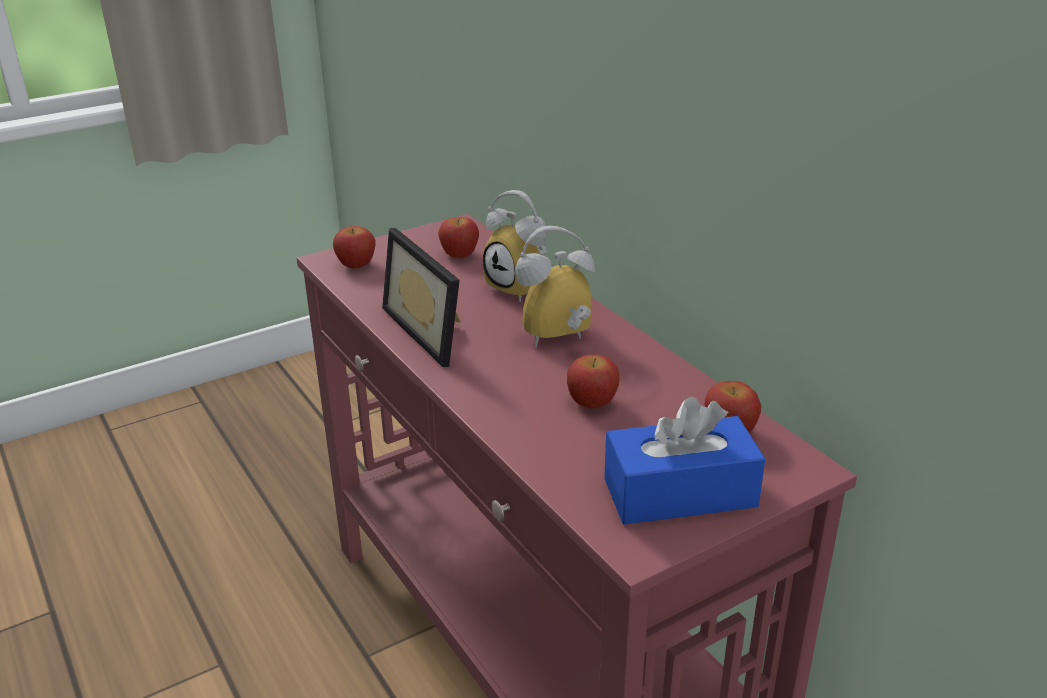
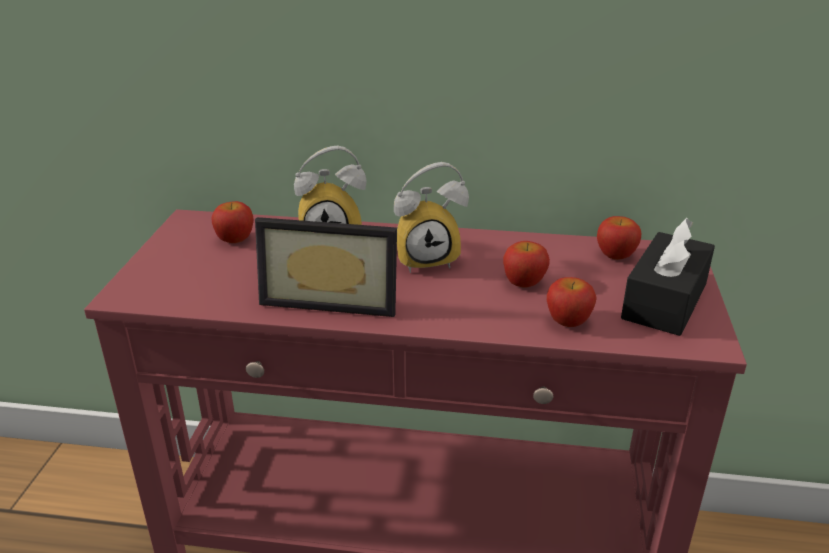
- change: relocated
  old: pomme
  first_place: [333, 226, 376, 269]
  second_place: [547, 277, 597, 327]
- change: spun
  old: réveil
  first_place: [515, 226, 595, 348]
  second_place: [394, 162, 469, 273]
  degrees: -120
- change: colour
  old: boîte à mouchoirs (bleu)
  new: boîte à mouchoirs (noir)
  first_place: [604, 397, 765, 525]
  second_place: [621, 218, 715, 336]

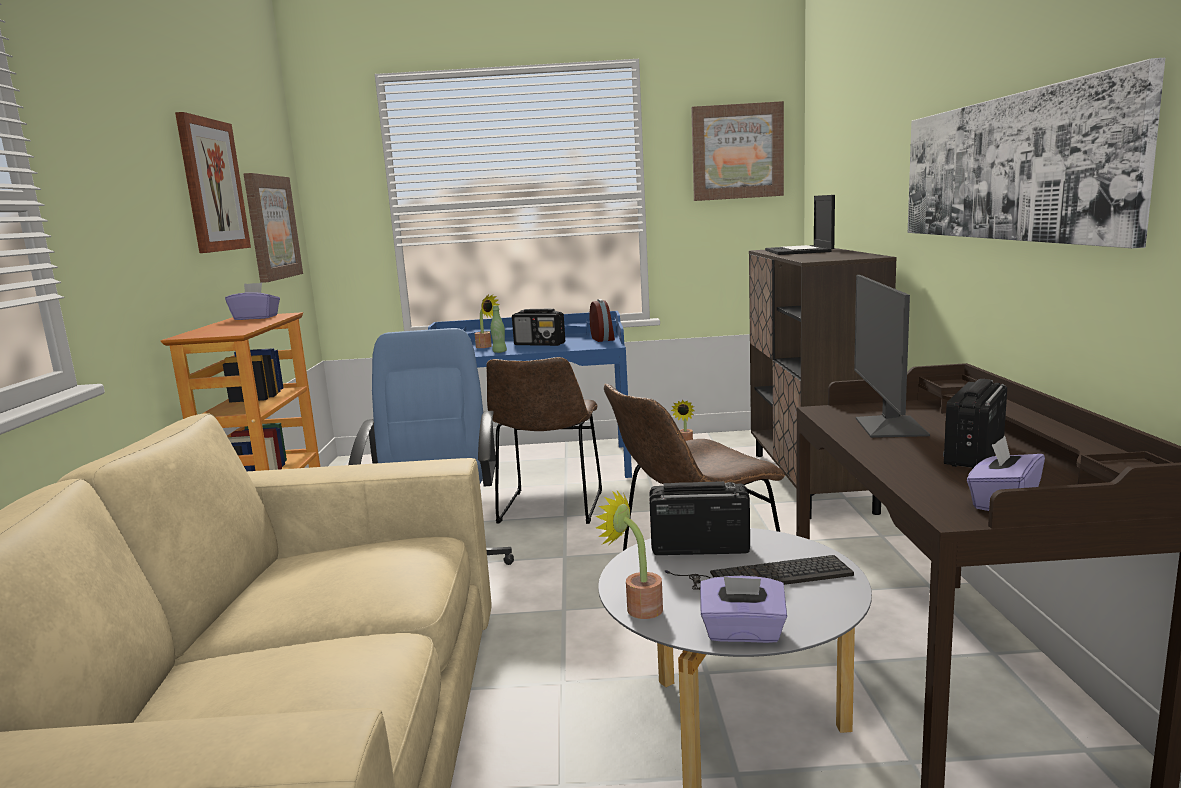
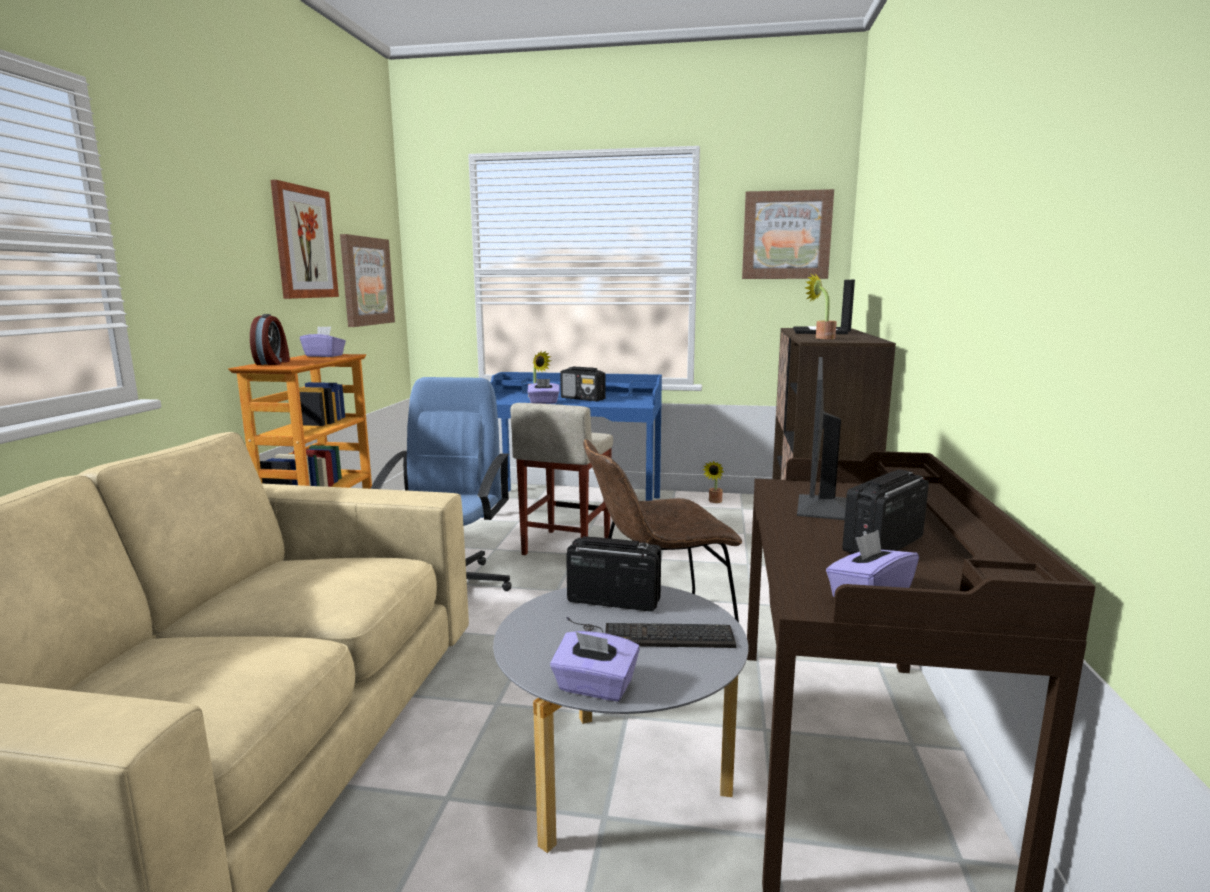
- change: missing
  old: tableau
  first_place: [908, 58, 1165, 248]
- change: relocated
  old: réveil
  first_place: [590, 299, 615, 342]
  second_place: [250, 314, 290, 365]
- change: exchanged
  old: bouteille (vert)
  new: boîte à mouchoirs (violet)
  first_place: [491, 305, 507, 353]
  second_place: [527, 379, 560, 404]
- change: exchanged
  old: chaise (marron)
  new: tabouret (beige)
  first_place: [487, 357, 602, 524]
  second_place: [510, 403, 613, 555]
- change: relocated
  old: plante en pot
  first_place: [595, 491, 663, 619]
  second_place: [805, 274, 837, 339]

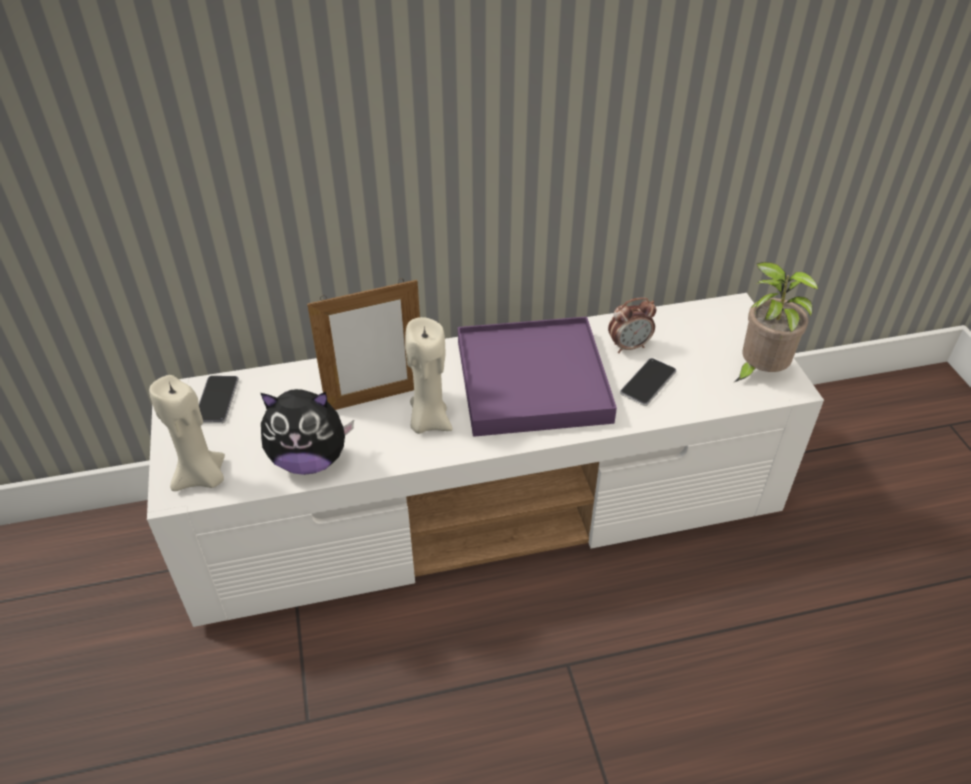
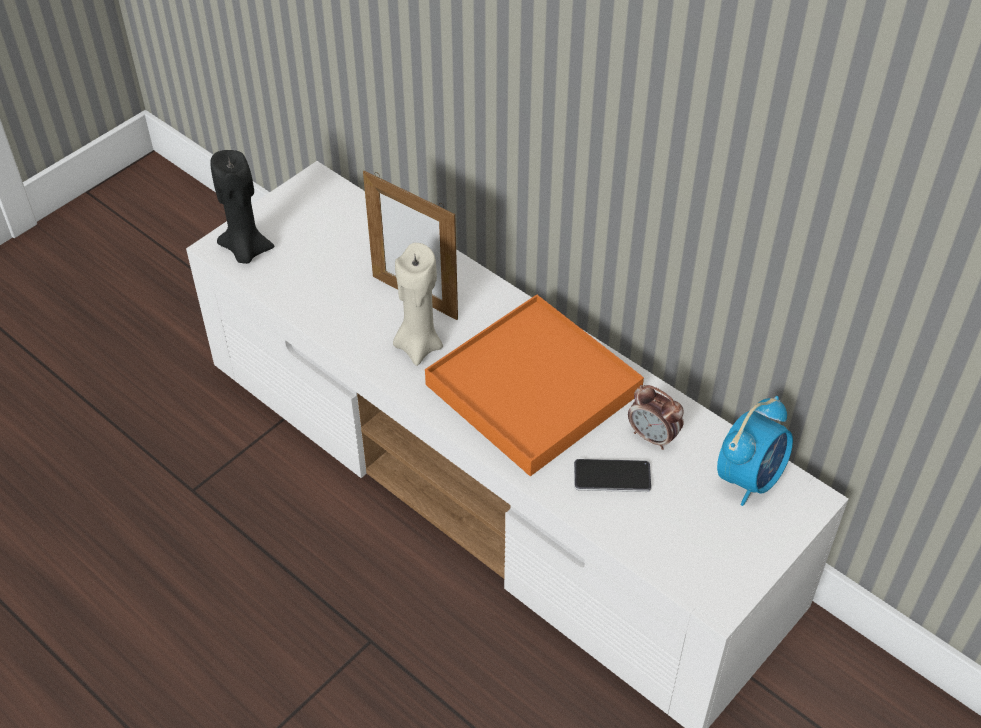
- change: missing
  old: plante en pot
  first_place: [733, 262, 818, 383]
- change: colour
  old: plateau (violet)
  new: plateau (orange)
  first_place: [458, 317, 617, 437]
  second_place: [425, 295, 644, 476]
- change: colour
  old: bougie (beige)
  new: bougie (noir)
  first_place: [149, 375, 225, 491]
  second_place: [210, 150, 275, 264]
- change: missing
  old: téléphone
  first_place: [199, 376, 239, 424]
- change: missing
  old: peluche
  first_place: [261, 389, 354, 475]
- change: appeared
  new: réveil
  second_place: [717, 396, 793, 506]

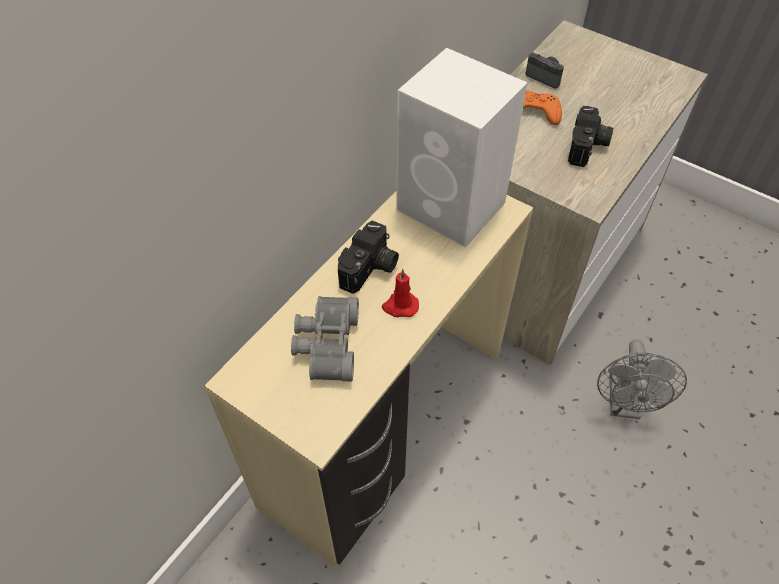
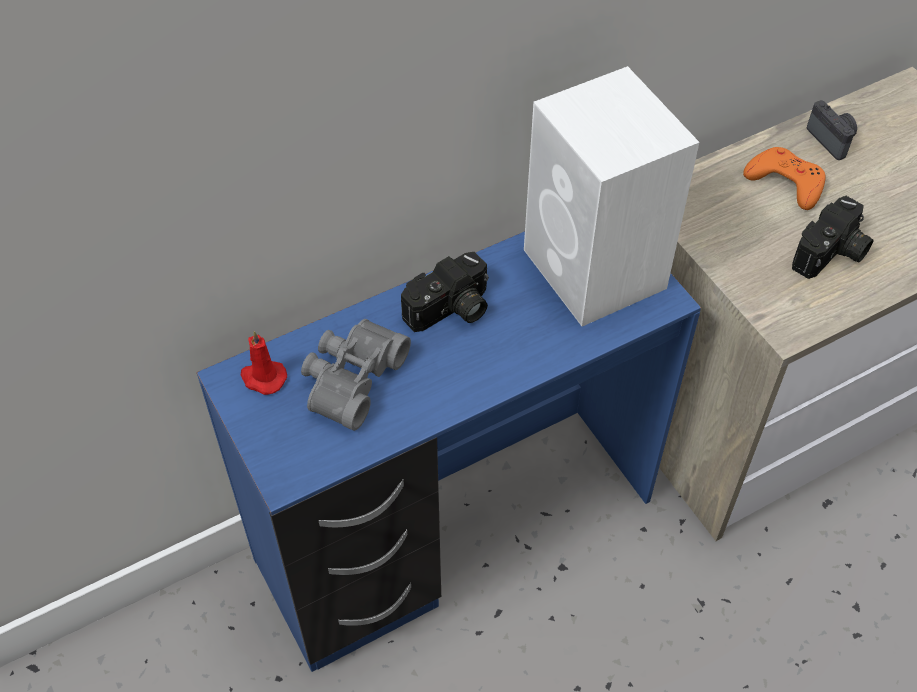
- change: colour
  old: bureau (beige)
  new: bureau (bleu)
  first_place: [204, 190, 533, 569]
  second_place: [197, 231, 701, 672]
- change: relocated
  old: bougie (rouge)
  first_place: [382, 269, 419, 317]
  second_place: [241, 331, 287, 395]
- change: missing
  old: ventilateur (gris)
  first_place: [597, 340, 687, 419]

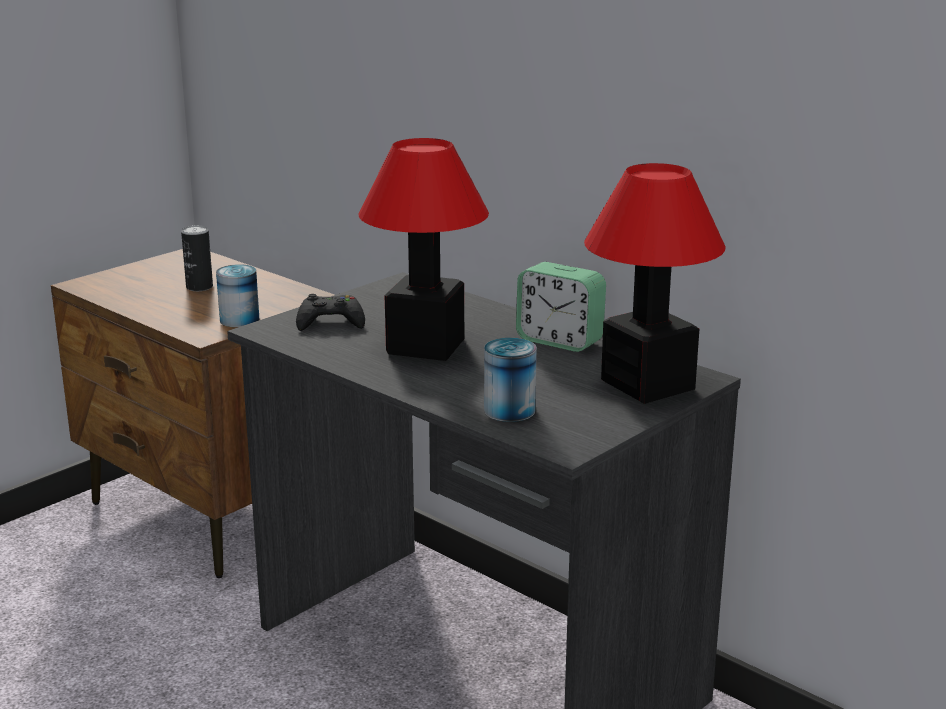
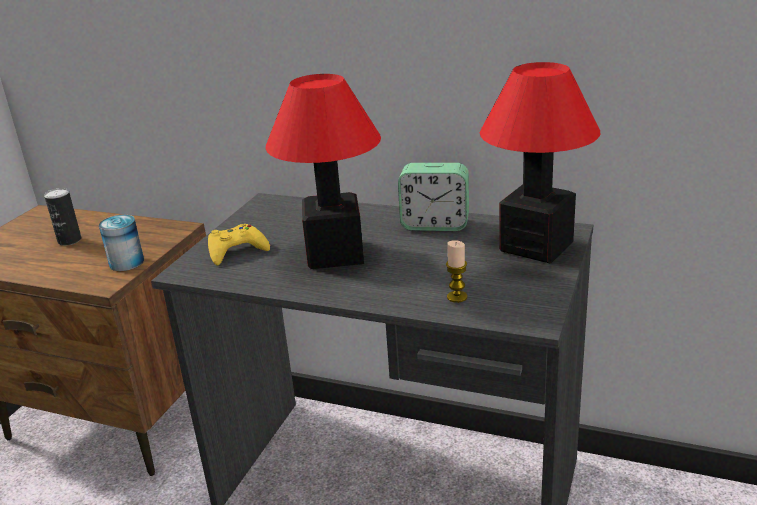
- change: colour
  old: manette (noir)
  new: manette (jaune)
  first_place: [296, 294, 365, 331]
  second_place: [208, 224, 270, 266]
- change: exchanged
  old: boîte métallique
  new: bougie
  first_place: [484, 338, 537, 422]
  second_place: [446, 240, 468, 303]

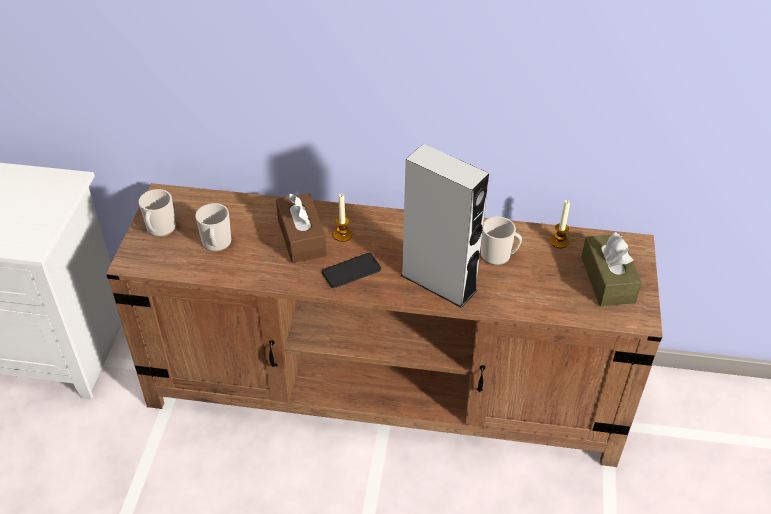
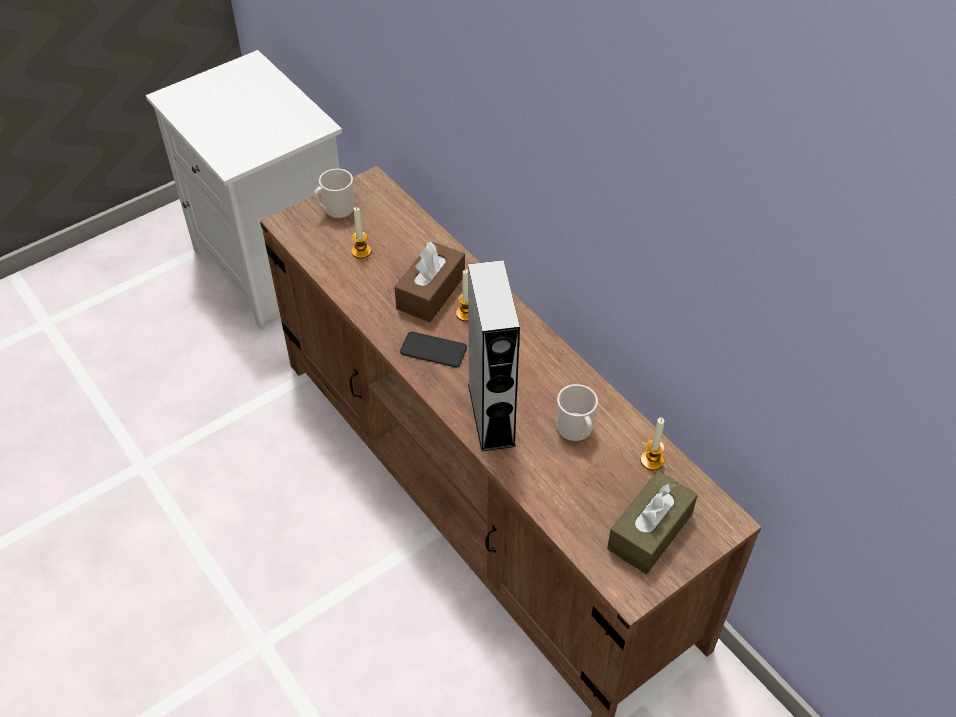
- change: exchanged
  old: mug
  new: bougie
  first_place: [195, 203, 231, 252]
  second_place: [351, 207, 371, 259]

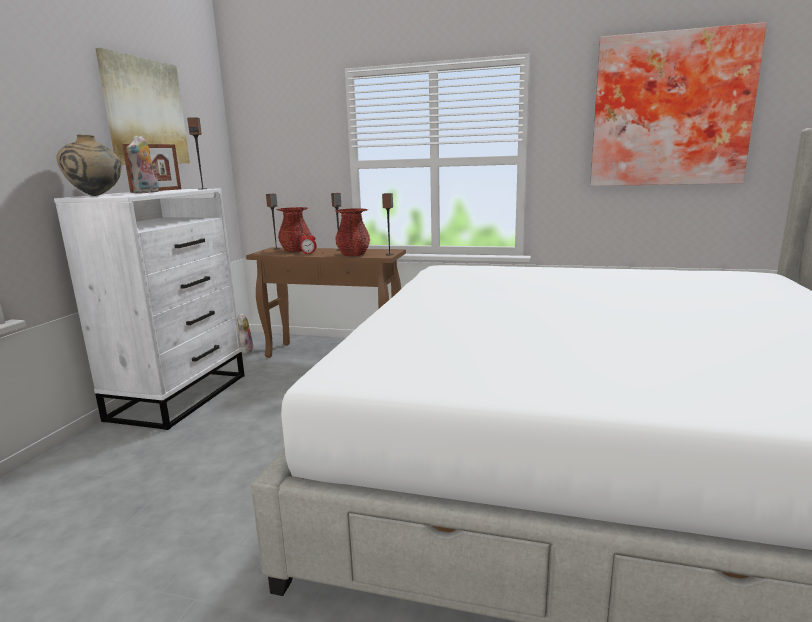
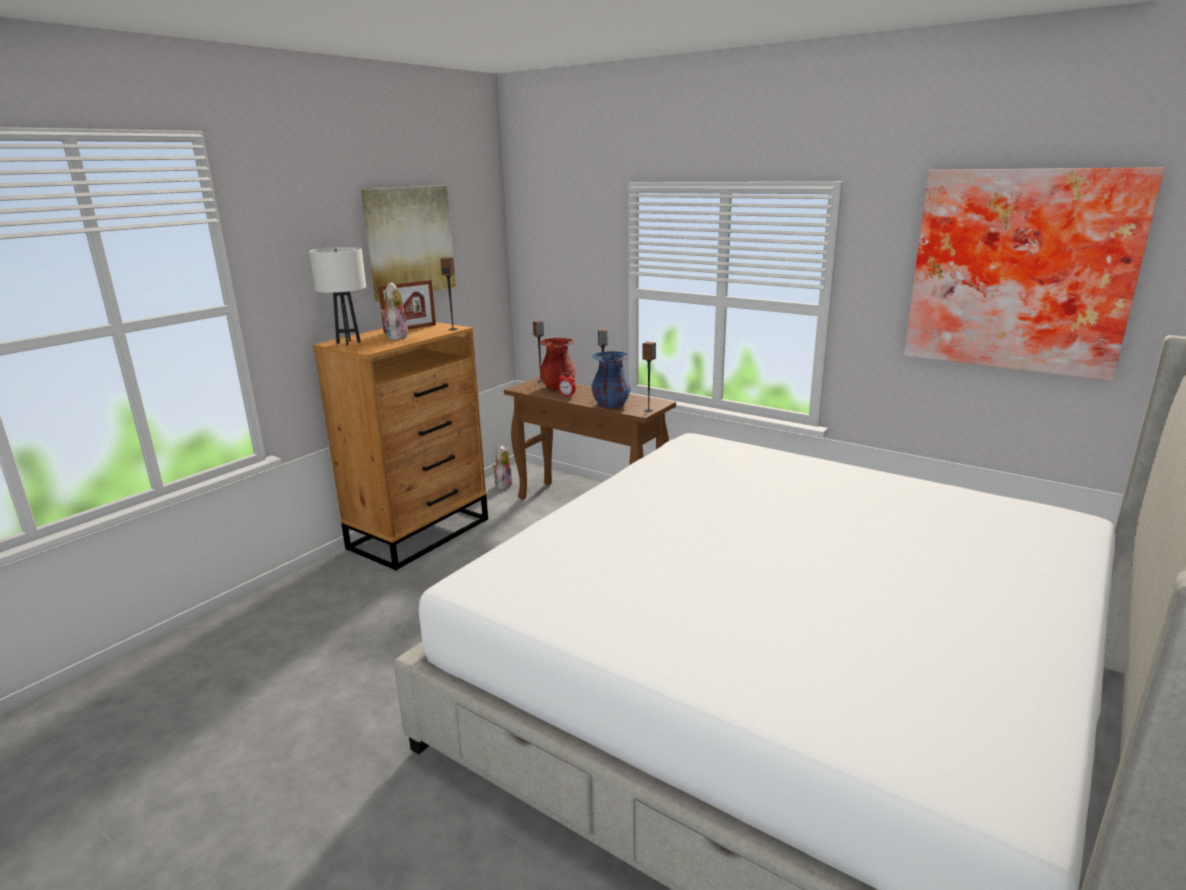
- change: exchanged
  old: vase (beige)
  new: lampe de table (blanc)
  first_place: [56, 134, 121, 196]
  second_place: [309, 247, 366, 345]
- change: spun
  old: peluche
  first_place: [126, 135, 159, 193]
  second_place: [380, 282, 409, 340]
  degrees: 150
- change: colour
  old: commode (blanc)
  new: commode (marron)
  first_place: [54, 188, 245, 430]
  second_place: [313, 322, 488, 570]
- change: colour
  old: vase (rouge)
  new: vase (bleu)
  first_place: [335, 208, 370, 256]
  second_place: [591, 351, 631, 408]

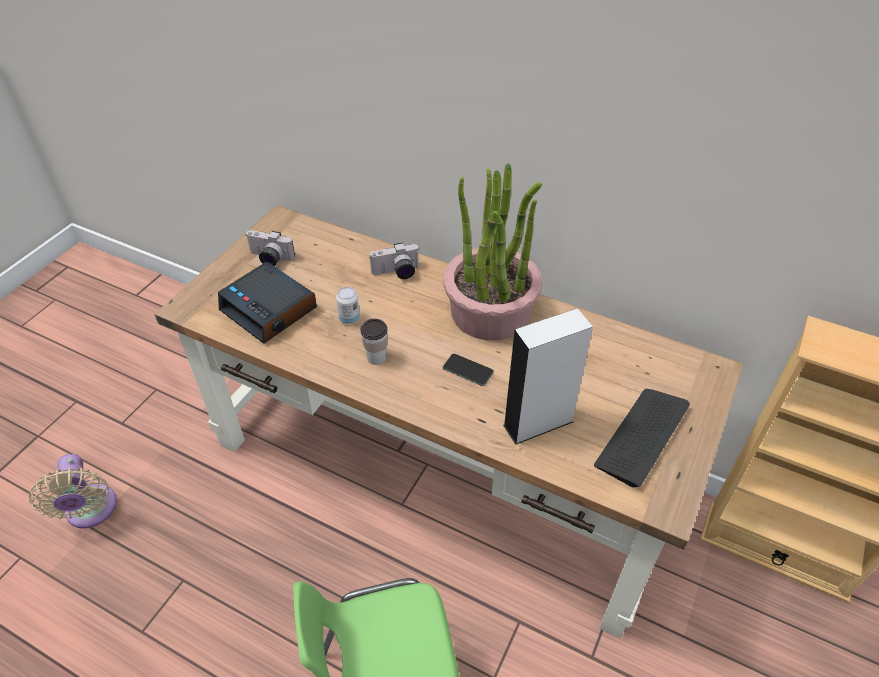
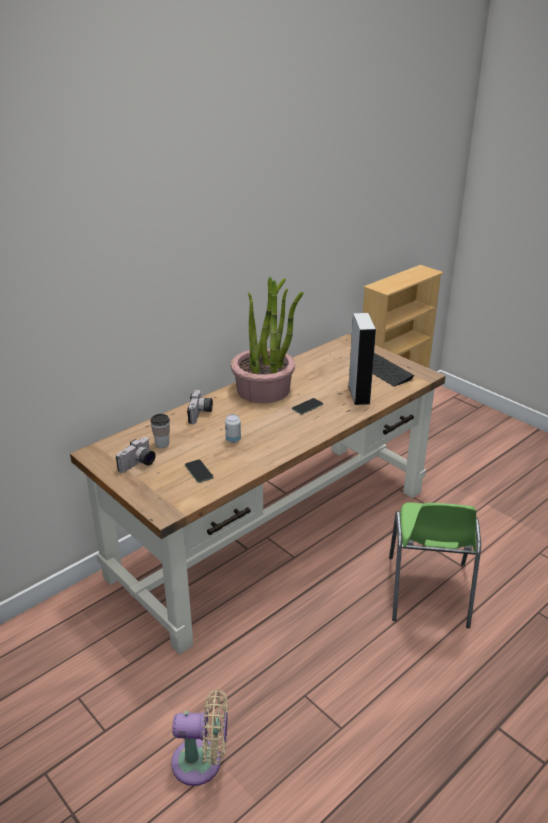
- change: exchanged
  old: réveil
  new: téléphone
  first_place: [218, 262, 317, 344]
  second_place: [185, 459, 213, 483]
- change: relocated
  old: tasse
  first_place: [361, 319, 388, 365]
  second_place: [150, 414, 170, 448]

